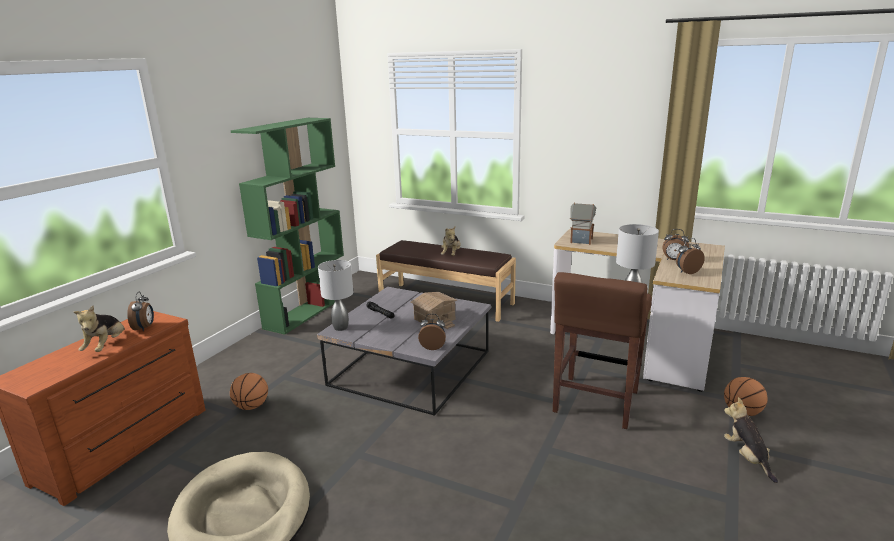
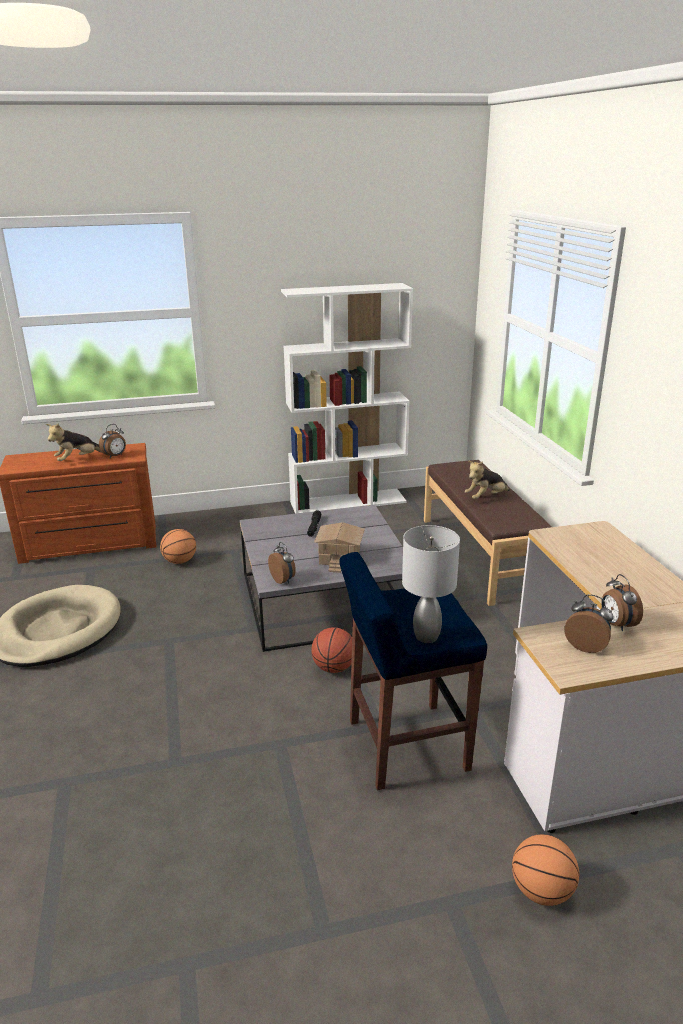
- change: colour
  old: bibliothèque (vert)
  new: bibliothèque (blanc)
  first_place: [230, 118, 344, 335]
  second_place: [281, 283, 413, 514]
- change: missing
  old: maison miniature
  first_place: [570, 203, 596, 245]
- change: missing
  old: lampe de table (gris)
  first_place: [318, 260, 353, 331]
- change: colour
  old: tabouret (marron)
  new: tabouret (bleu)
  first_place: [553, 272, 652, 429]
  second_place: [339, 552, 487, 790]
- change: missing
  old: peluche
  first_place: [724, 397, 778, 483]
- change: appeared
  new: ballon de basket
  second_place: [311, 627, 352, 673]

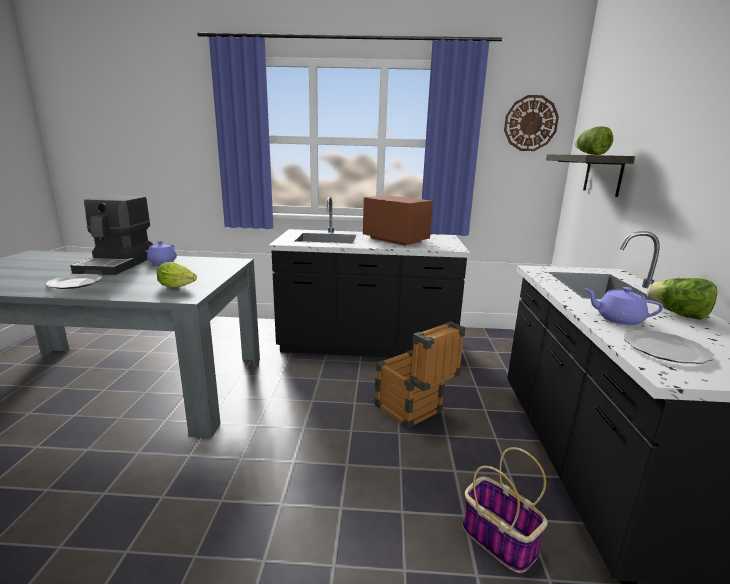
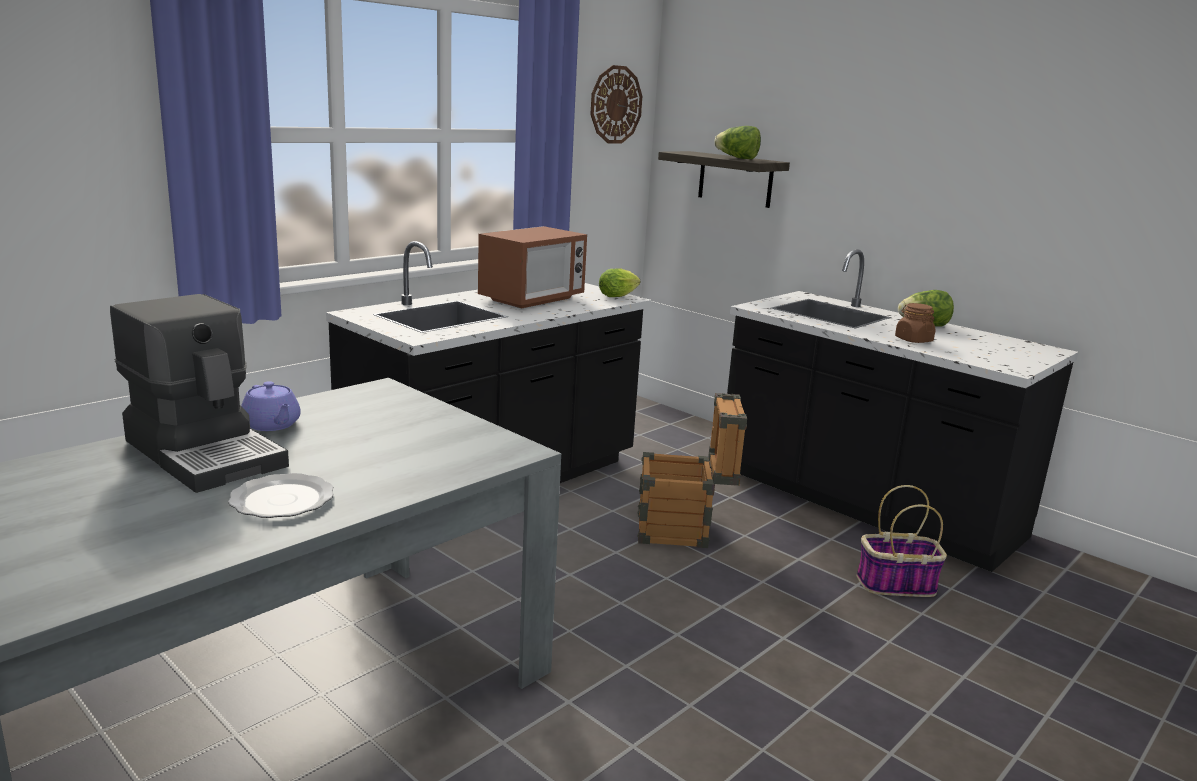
- change: spun
  old: micro-ondes
  first_place: [363, 195, 433, 246]
  second_place: [478, 226, 587, 308]
  degrees: 135
- change: relocated
  old: laitue
  first_place: [157, 262, 197, 288]
  second_place: [599, 268, 640, 297]
- change: exchanged
  old: théière (violet)
  new: bocal (marron)
  first_place: [585, 287, 664, 325]
  second_place: [895, 303, 935, 343]
- change: missing
  old: assiette
  first_place: [624, 330, 714, 364]

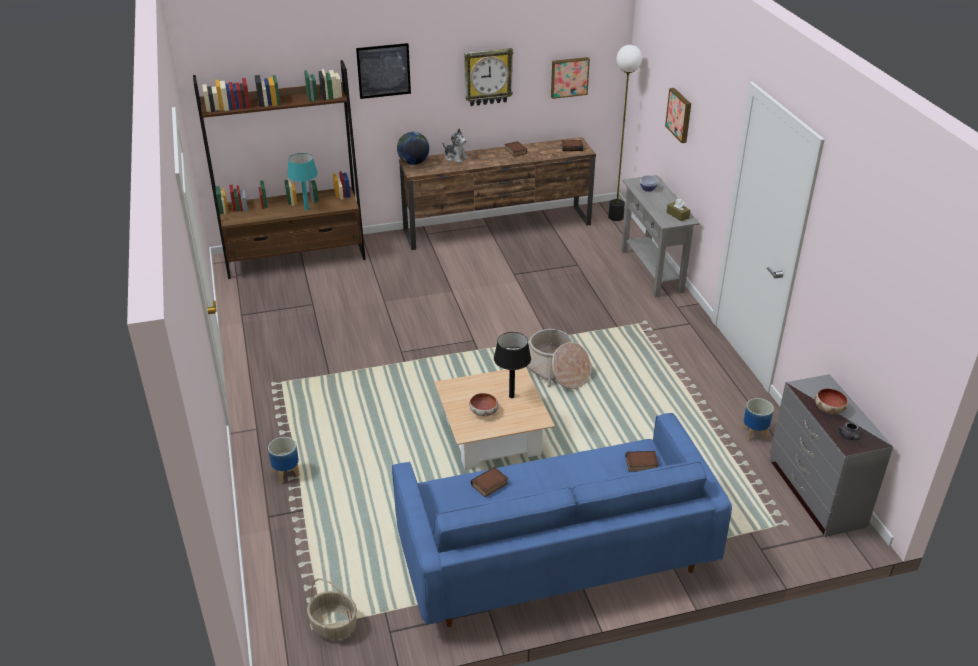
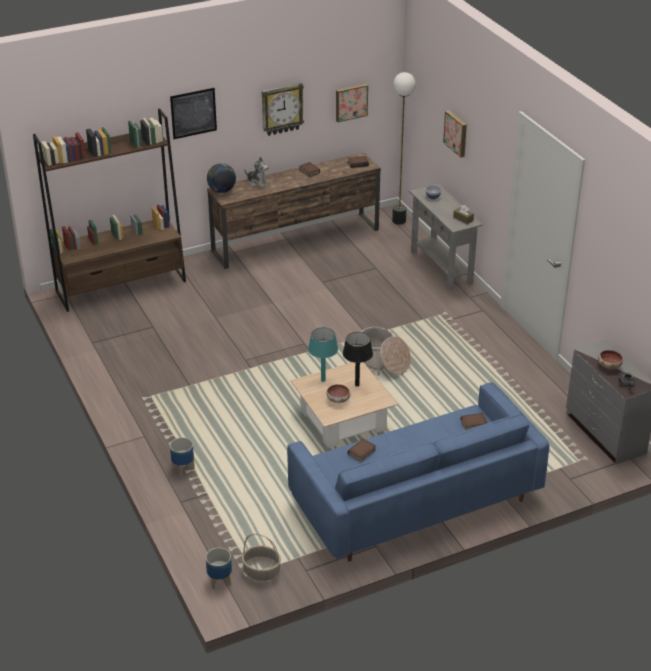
- change: relocated
  old: lampe de table (turquoise)
  first_place: [287, 153, 318, 210]
  second_place: [308, 327, 338, 382]
- change: relocated
  old: cache-pot
  first_place: [742, 398, 774, 441]
  second_place: [206, 548, 232, 589]

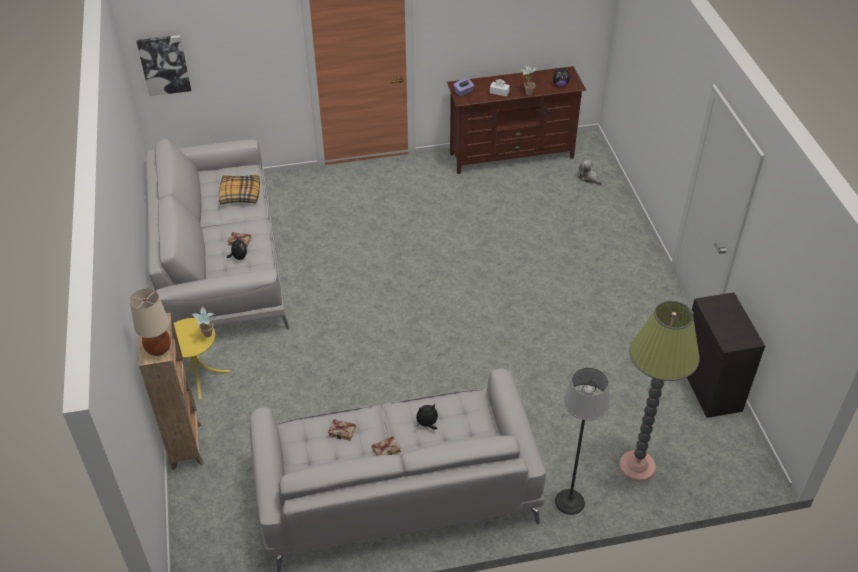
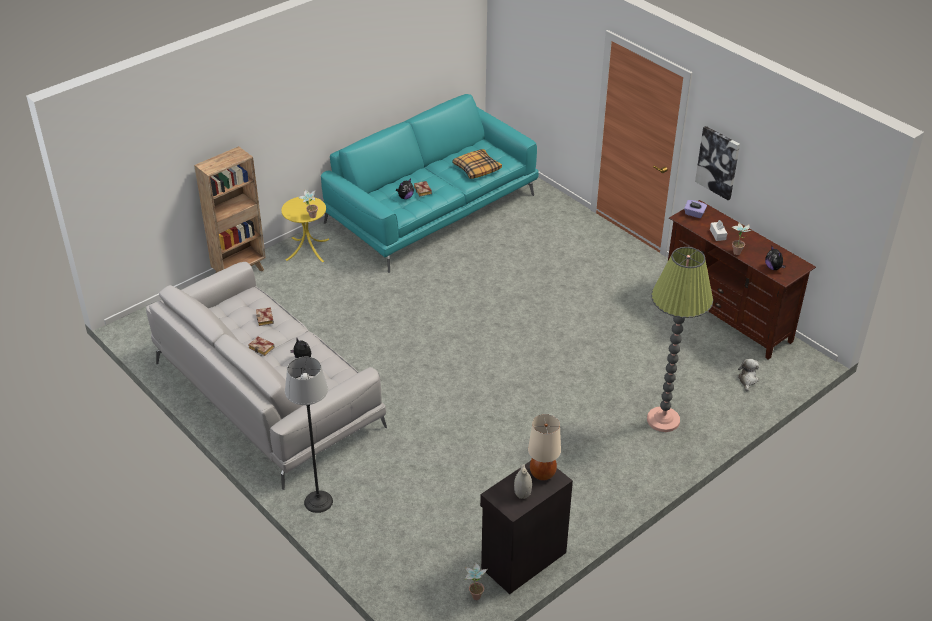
- change: relocated
  old: tableau
  first_place: [137, 35, 191, 96]
  second_place: [695, 126, 740, 200]
- change: colour
  old: canapé (gris)
  new: canapé (turquoise)
  first_place: [146, 139, 289, 329]
  second_place: [321, 94, 539, 273]
- change: relocated
  old: lampe de table (beige)
  first_place: [130, 288, 171, 356]
  second_place: [528, 414, 561, 481]
- change: relocated
  old: lampadaire
  first_place: [619, 301, 699, 482]
  second_place: [647, 247, 713, 432]
- change: appeared
  new: vase (blanc)
  second_place: [514, 464, 532, 499]
- change: appeared
  new: plante en pot
  second_place: [465, 562, 487, 600]

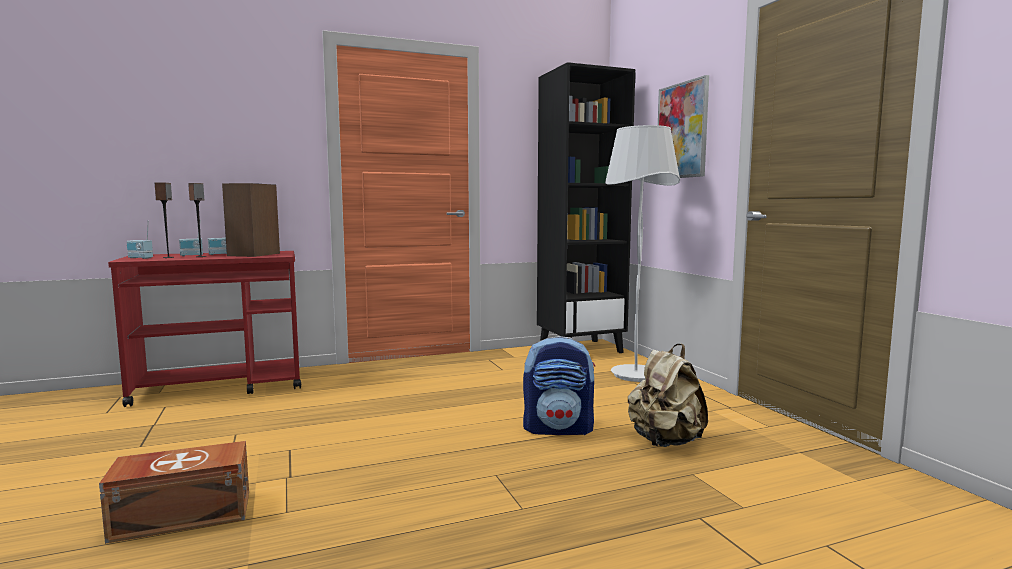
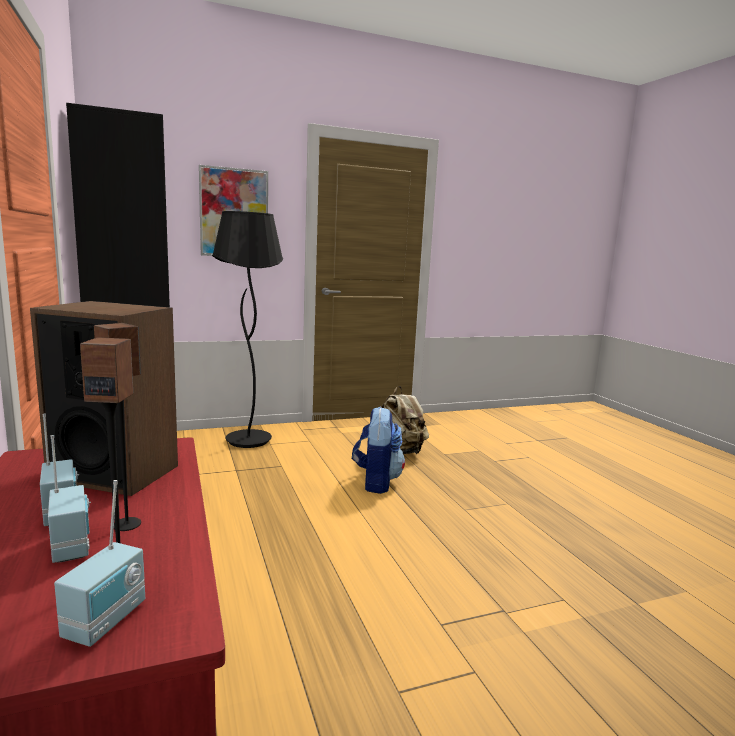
- change: colour
  old: lampadaire (blanc)
  new: lampadaire (noir)
  first_place: [605, 125, 680, 382]
  second_place: [212, 211, 283, 448]
- change: missing
  old: boîte de rangement (marron)
  first_place: [99, 441, 249, 544]

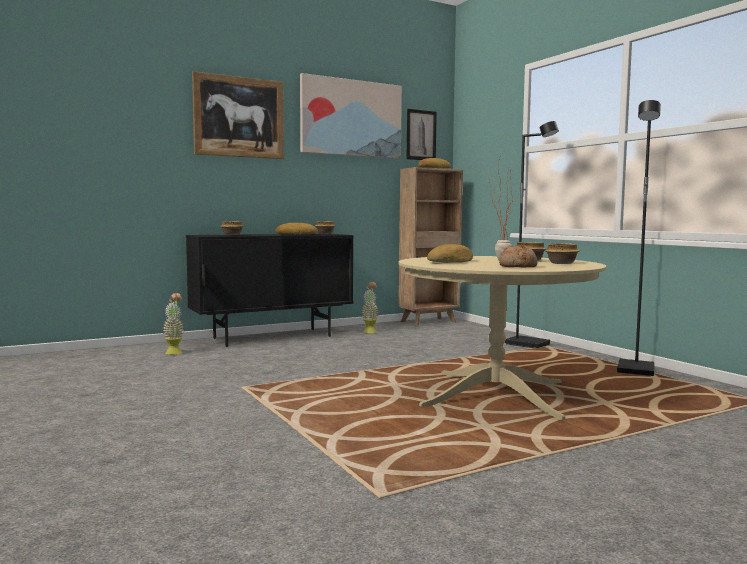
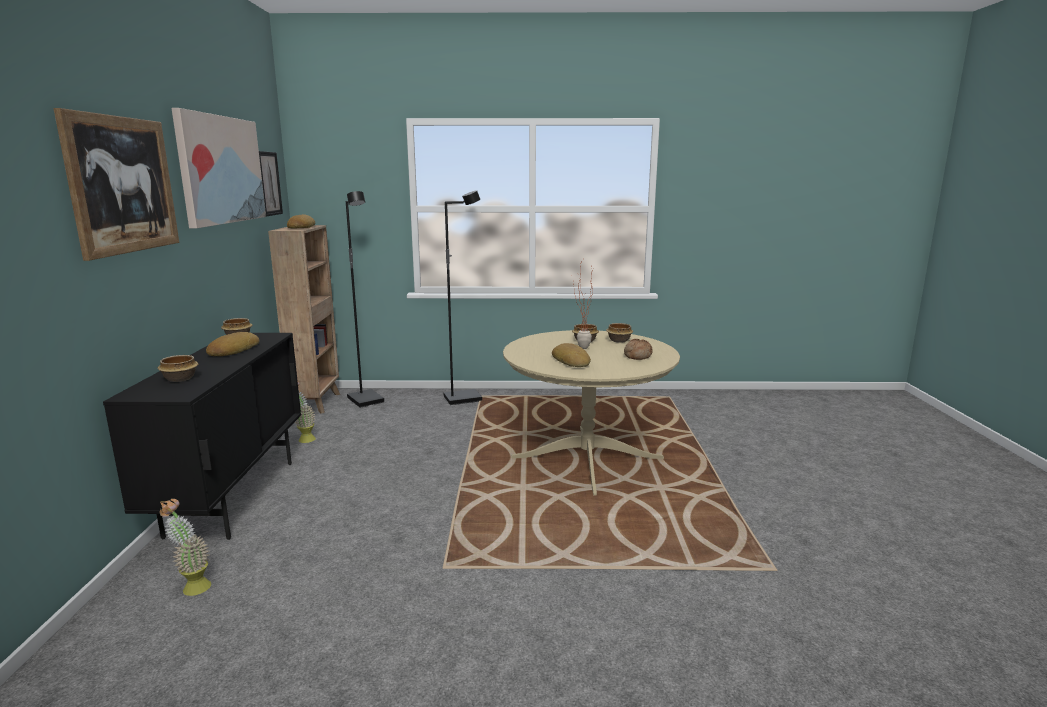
- change: relocated
  old: lampadaire (noir)
  first_place: [617, 100, 661, 376]
  second_place: [346, 191, 384, 408]

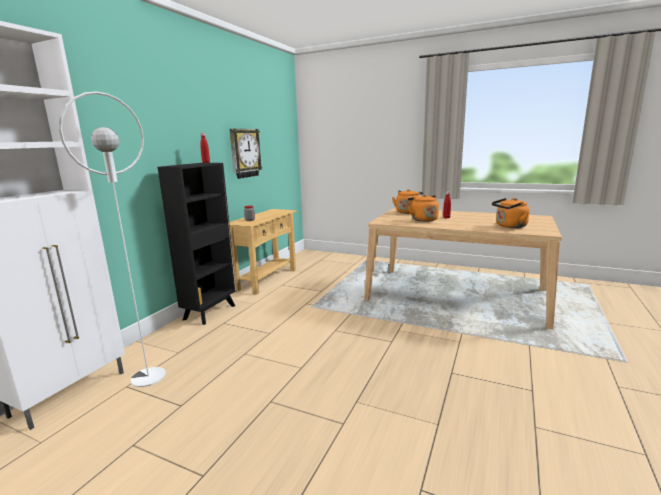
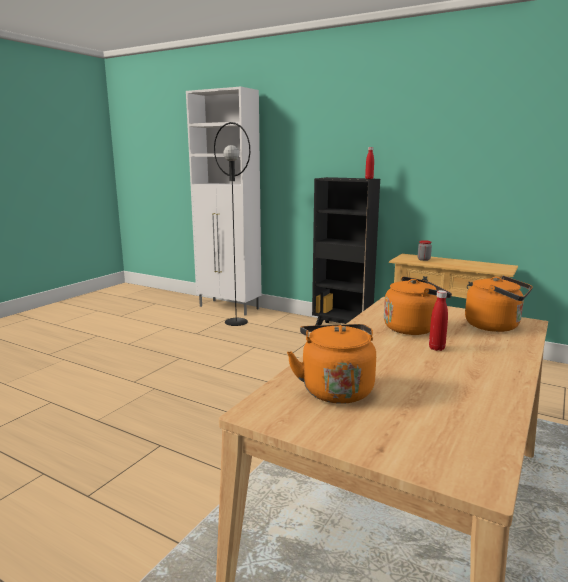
- change: colour
  old: lampadaire (blanc)
  new: lampadaire (noir)
  first_place: [59, 91, 166, 387]
  second_place: [214, 122, 250, 326]
- change: missing
  old: horloge murale
  first_place: [230, 129, 262, 179]

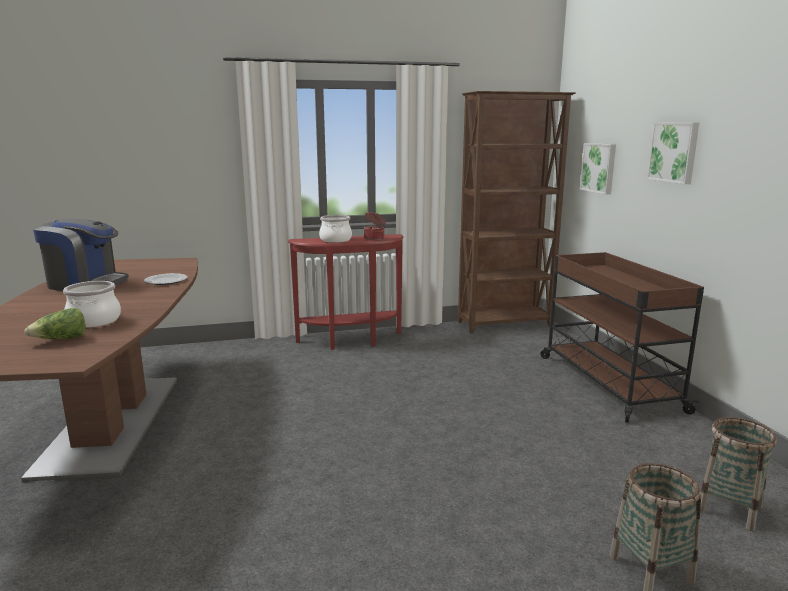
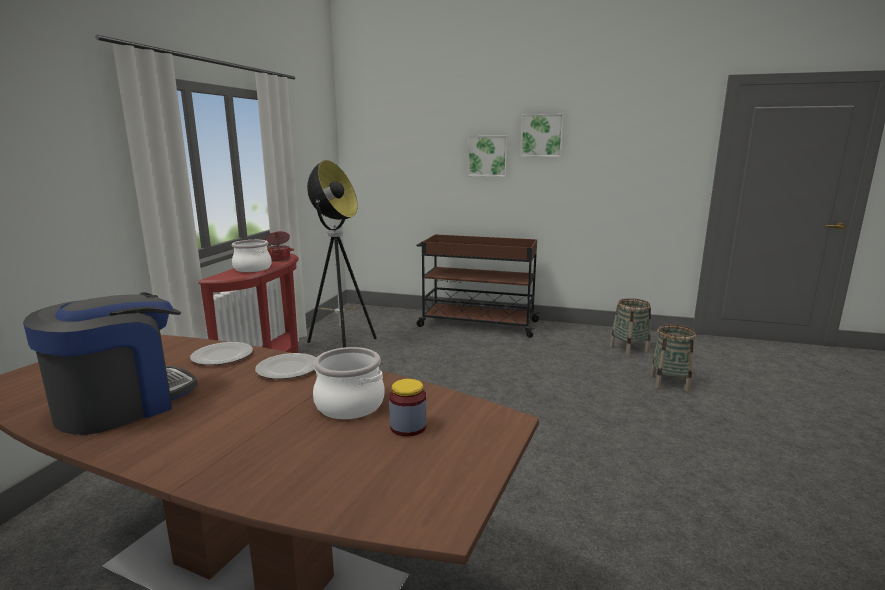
- change: missing
  old: bibliothèque (marron)
  first_place: [458, 91, 576, 334]
- change: relocated
  old: tableau
  first_place: [580, 143, 616, 195]
  second_place: [520, 114, 564, 157]
- change: exchanged
  old: laitue
  new: bocal
  first_place: [24, 308, 86, 339]
  second_place: [389, 379, 426, 437]
- change: appeared
  new: lampadaire
  second_place: [307, 160, 377, 348]
- change: appeared
  new: assiette
  second_place: [255, 353, 316, 379]

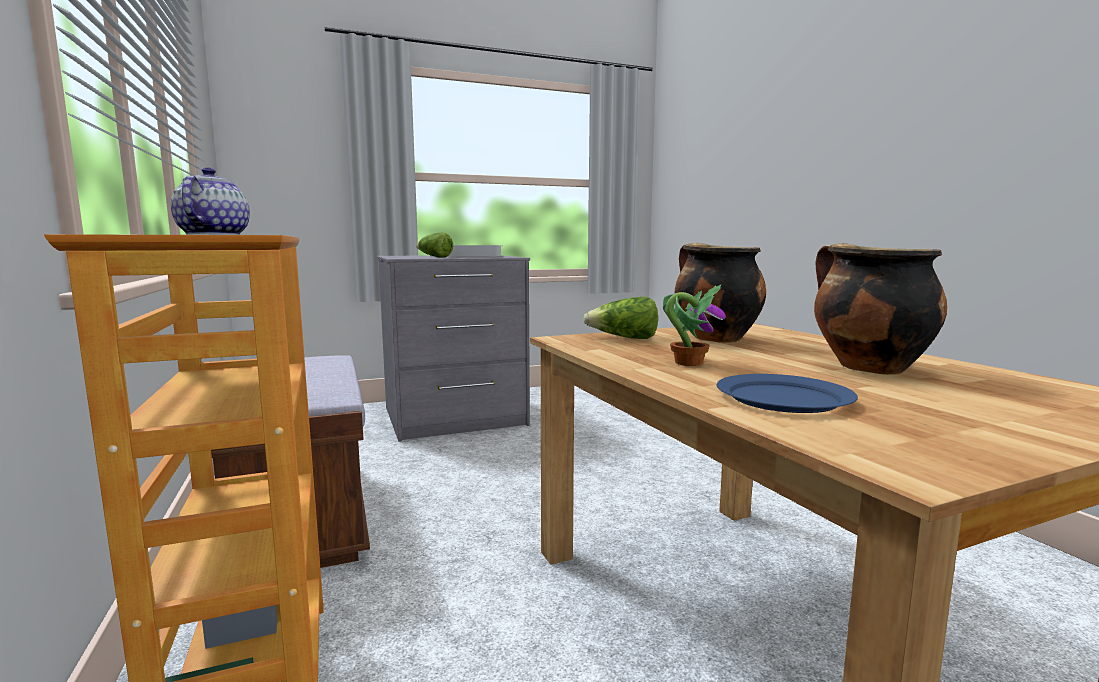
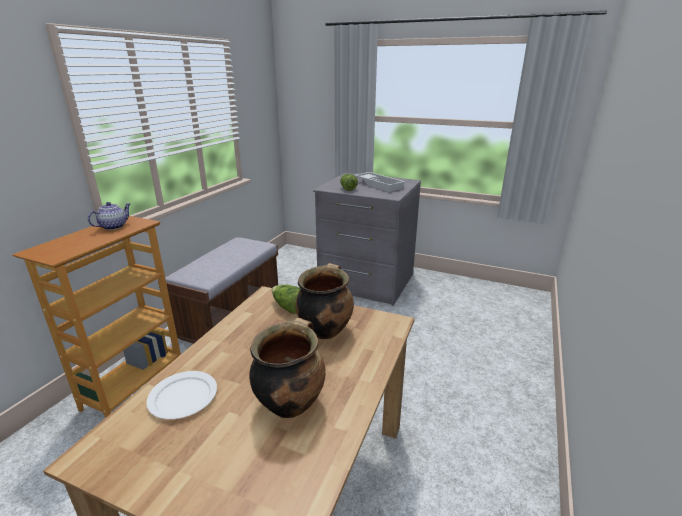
- change: missing
  old: plante en pot
  first_place: [663, 285, 726, 366]
- change: colour
  old: assiette (bleu)
  new: assiette (blanc)
  first_place: [716, 374, 858, 413]
  second_place: [146, 371, 217, 419]

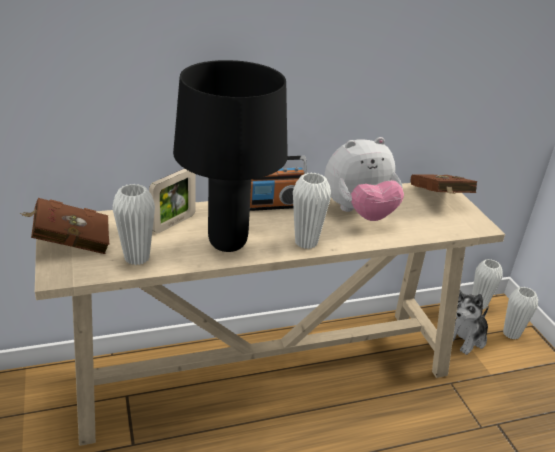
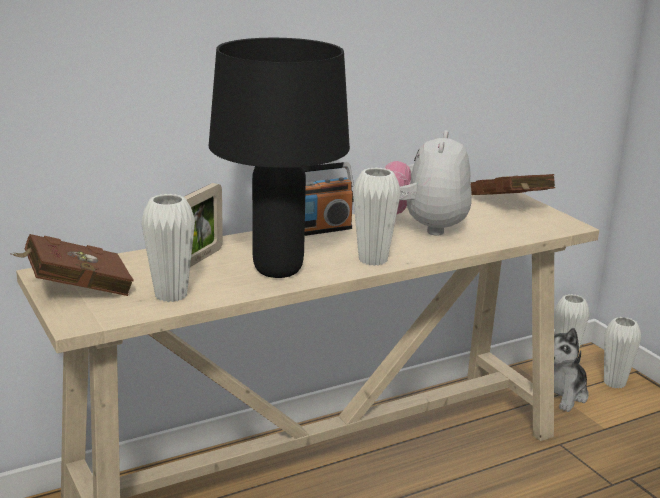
- change: spun
  old: peluche
  first_place: [325, 137, 404, 221]
  second_place: [384, 130, 472, 236]
  degrees: 135

